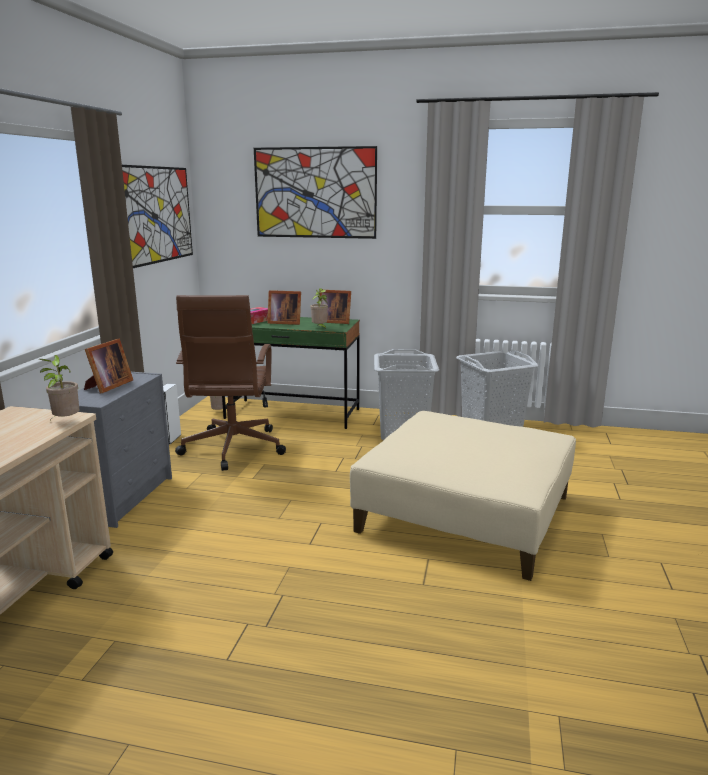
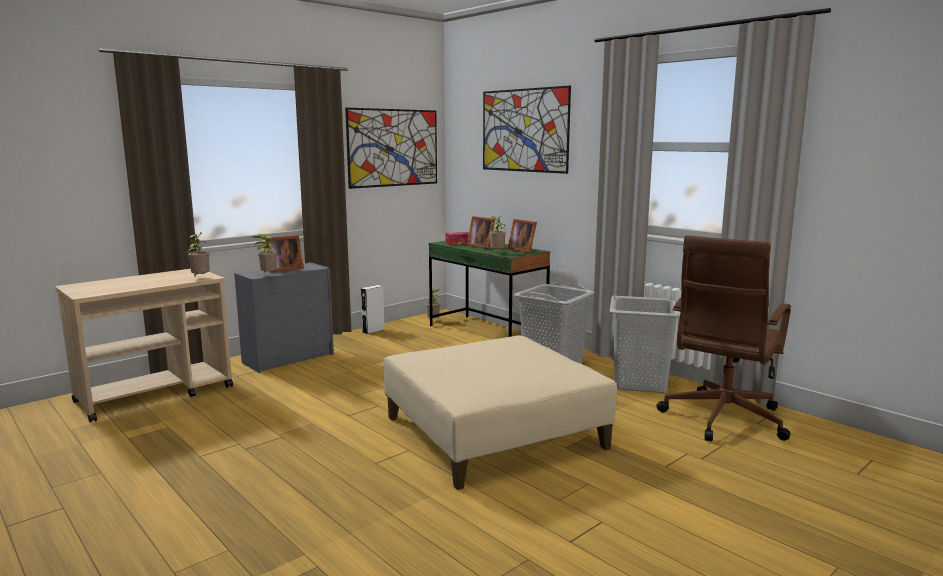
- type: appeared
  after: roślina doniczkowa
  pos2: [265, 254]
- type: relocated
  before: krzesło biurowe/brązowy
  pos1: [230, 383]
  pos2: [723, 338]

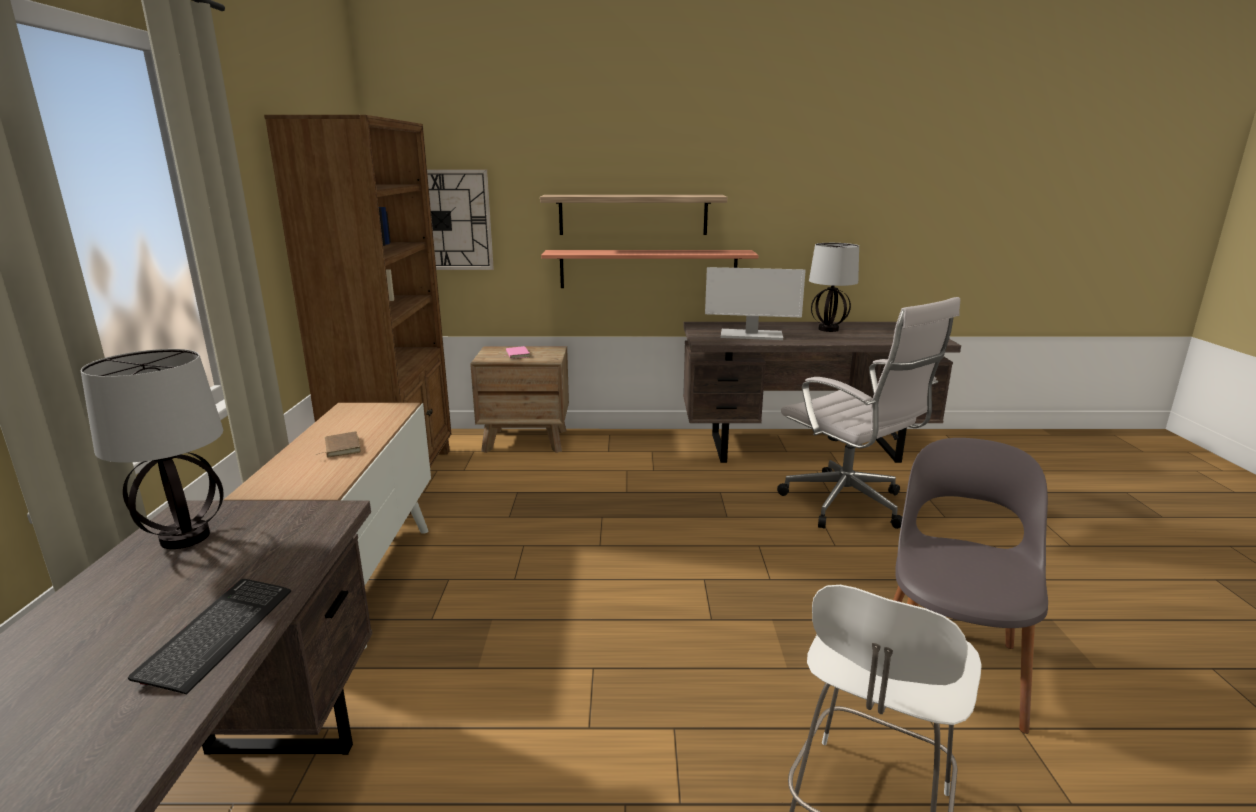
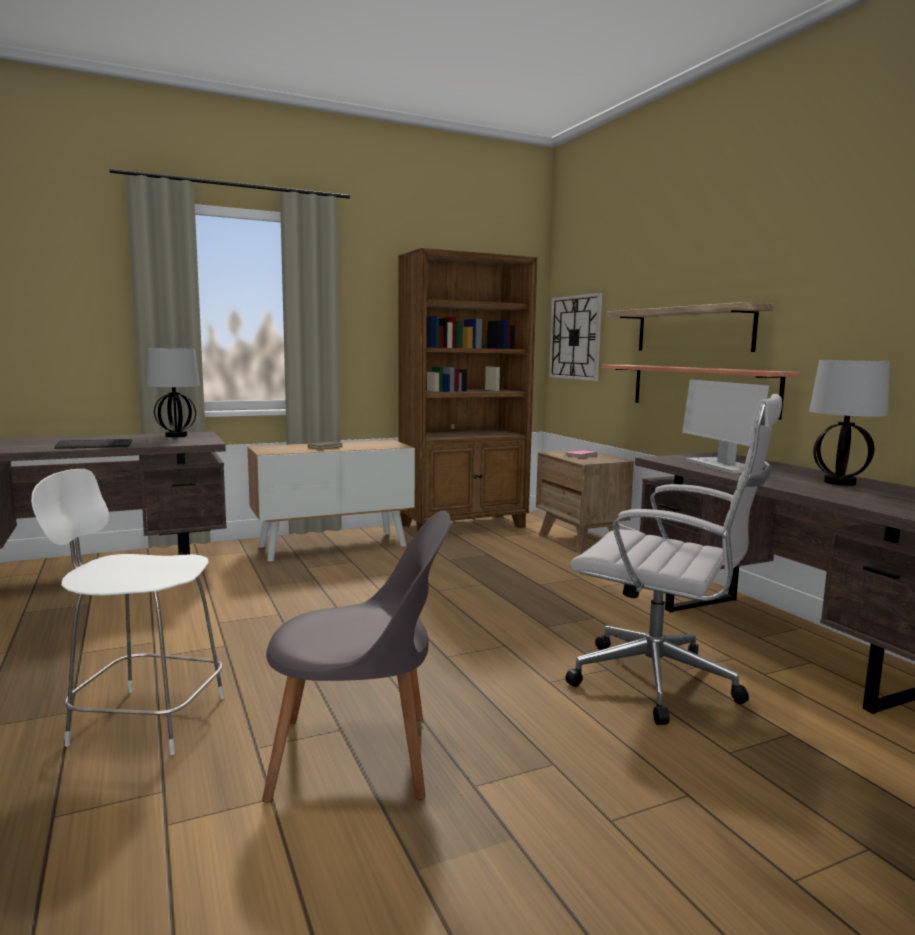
- type: spun
  before: krzesło biurowe/biały
  pos1: [868, 413]
  pos2: [673, 559]
  turn: -90

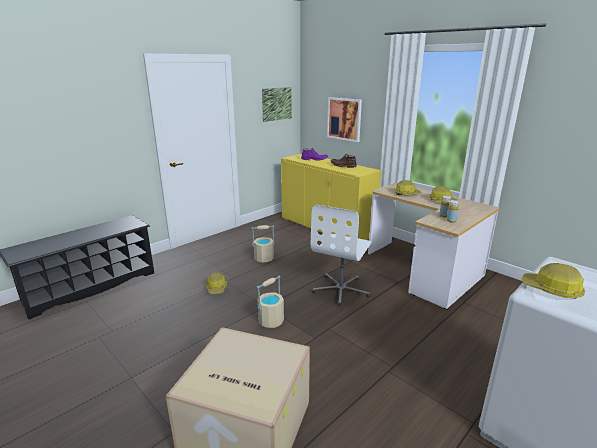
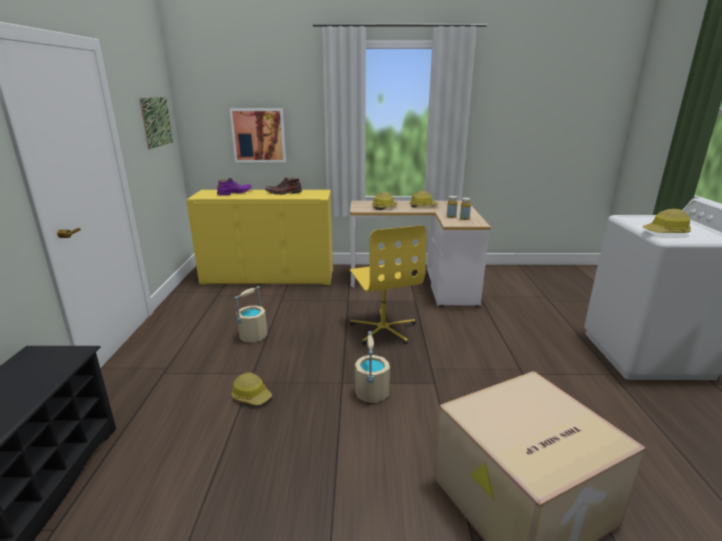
- type: colour
  before: krzesło biurowe/biały
  after: krzesło biurowe/żółty
  pos1: [341, 255]
  pos2: [388, 285]

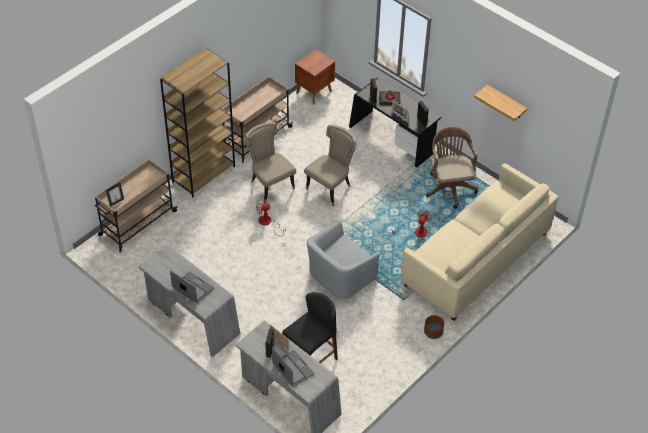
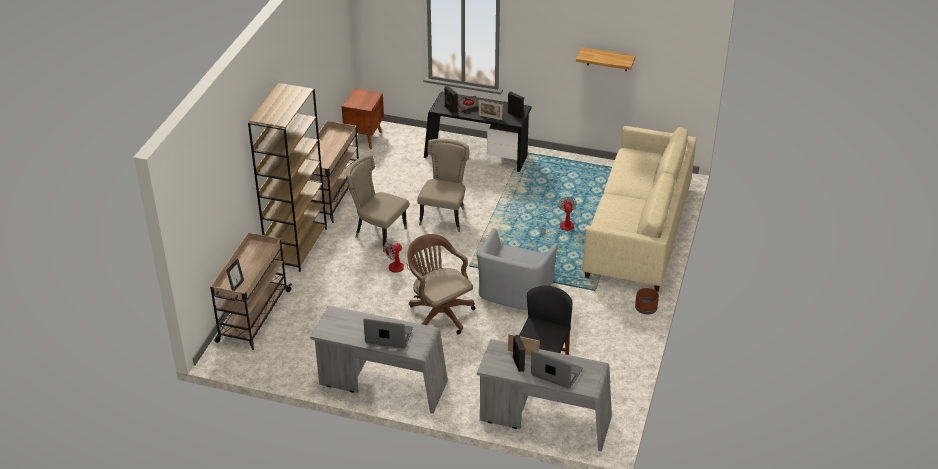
- type: relocated
  before: krzesło biurowe/brązowy
  pos1: [452, 167]
  pos2: [441, 284]

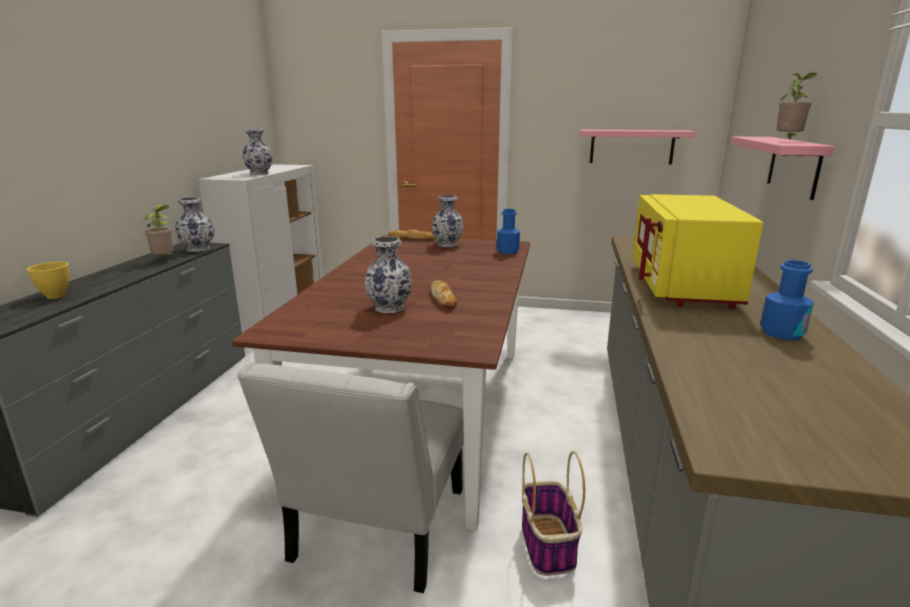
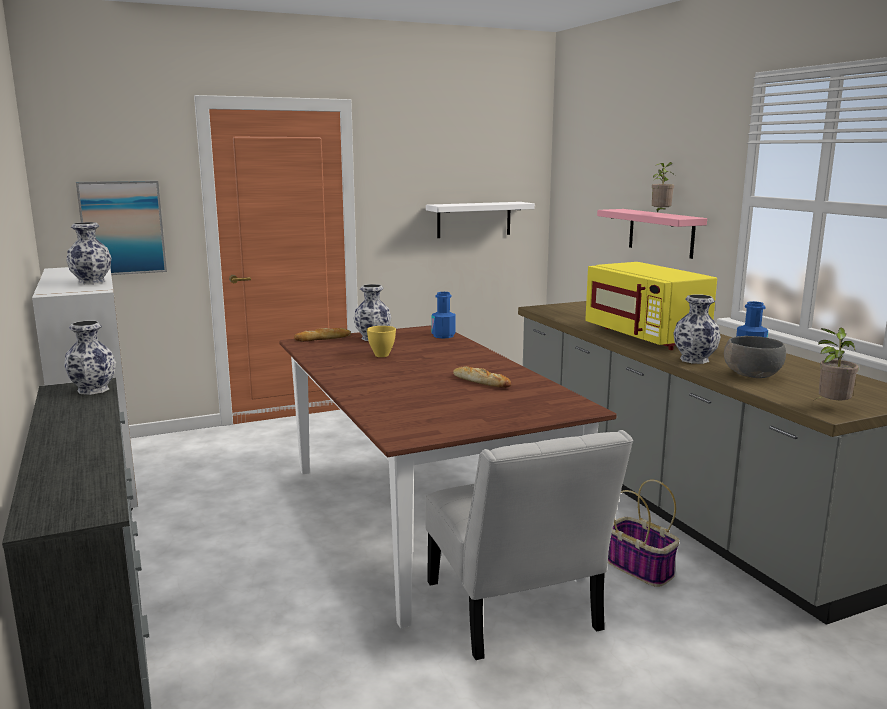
- type: appeared
  after: obraz
  pos2: [121, 228]
- type: relocated
  before: miska/żółty
  pos1: [48, 280]
  pos2: [381, 341]
- type: colour
  before: półka/różowy
  after: półka/biały
  pos1: [638, 147]
  pos2: [480, 220]
- type: relocated
  before: wazon
  pos1: [388, 274]
  pos2: [697, 329]
- type: appeared
  after: miska/szary
  pos2: [755, 357]
- type: relocated
  before: roślina doniczkowa
  pos1: [159, 230]
  pos2: [836, 364]

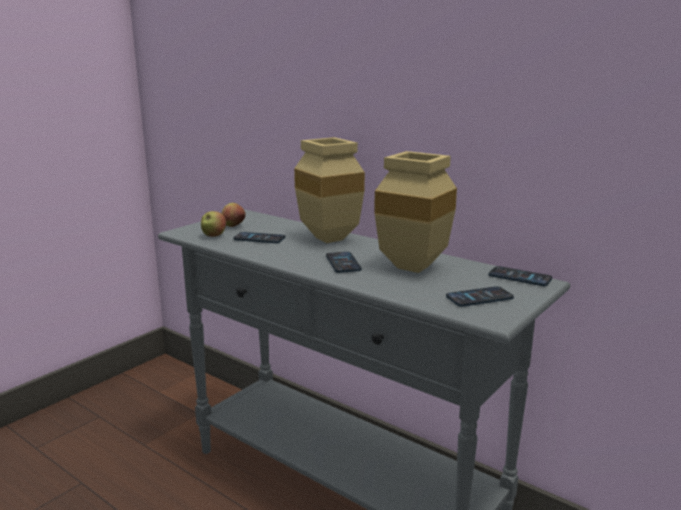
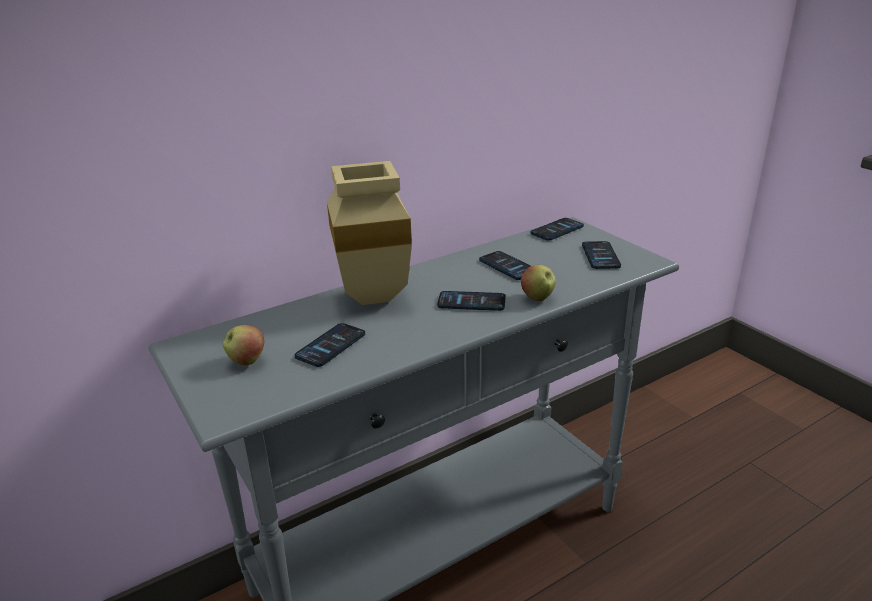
- type: exchanged
  before: wazon/beżowy
  after: telefon
  pos1: [415, 212]
  pos2: [505, 265]
- type: relocated
  before: jabłko
  pos1: [213, 224]
  pos2: [538, 283]

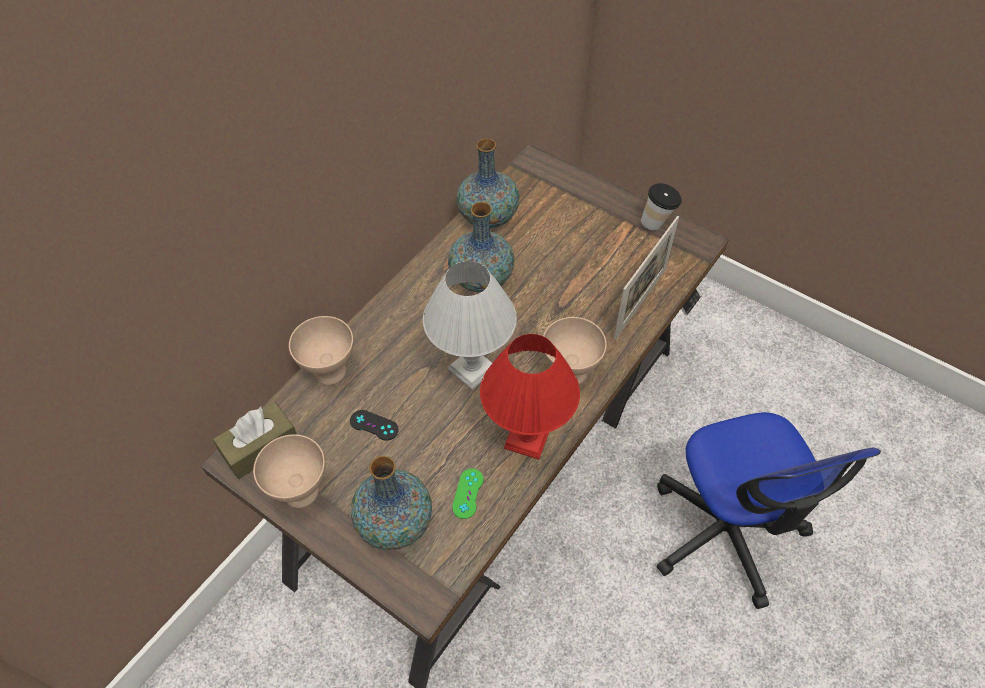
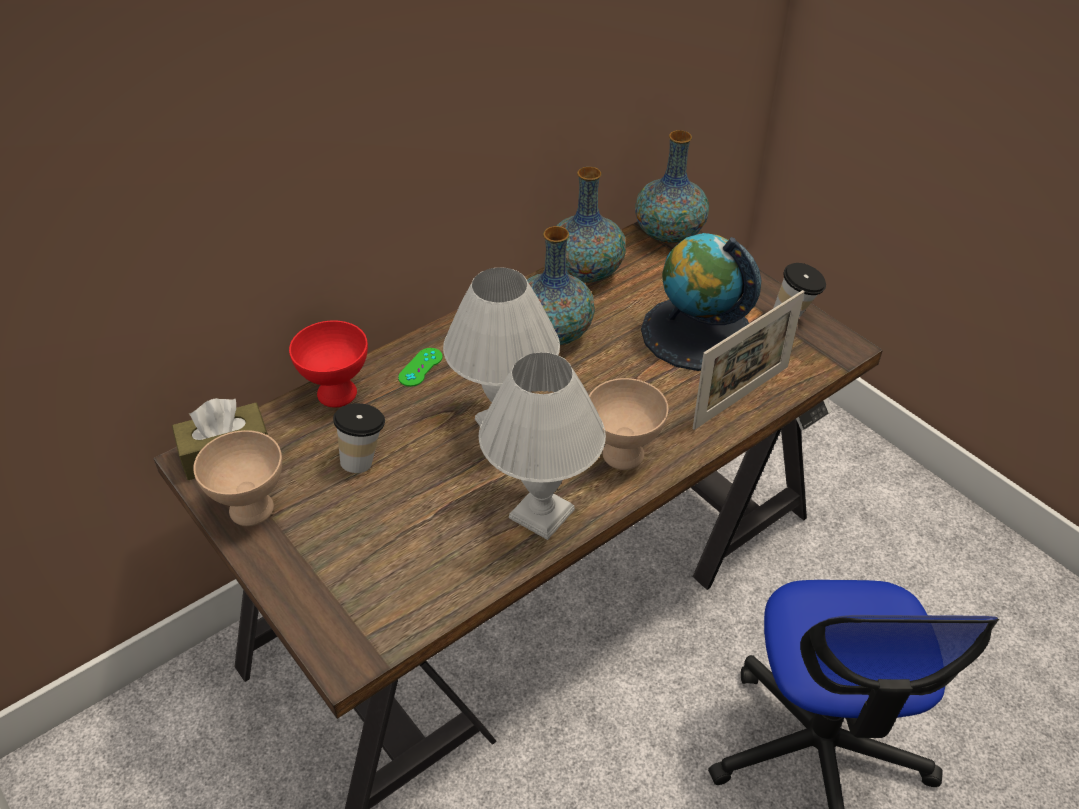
- type: colour
  before: miska/beżowy
  after: miska/czerwony
  pos1: [321, 350]
  pos2: [328, 364]
- type: exchanged
  before: pad do gier/czarny
  after: filiżanka
  pos1: [374, 425]
  pos2: [359, 438]
- type: relocated
  before: pad do gier/zielony
  pos1: [468, 494]
  pos2: [420, 367]
- type: colour
  before: lampa stołowa/czerwony
  after: lampa stołowa/biały
  pos1: [530, 397]
  pos2: [542, 446]
- type: relocated
  before: wazon
  pos1: [391, 503]
  pos2: [672, 187]
- type: appeared
  after: globus
  pos2: [701, 302]

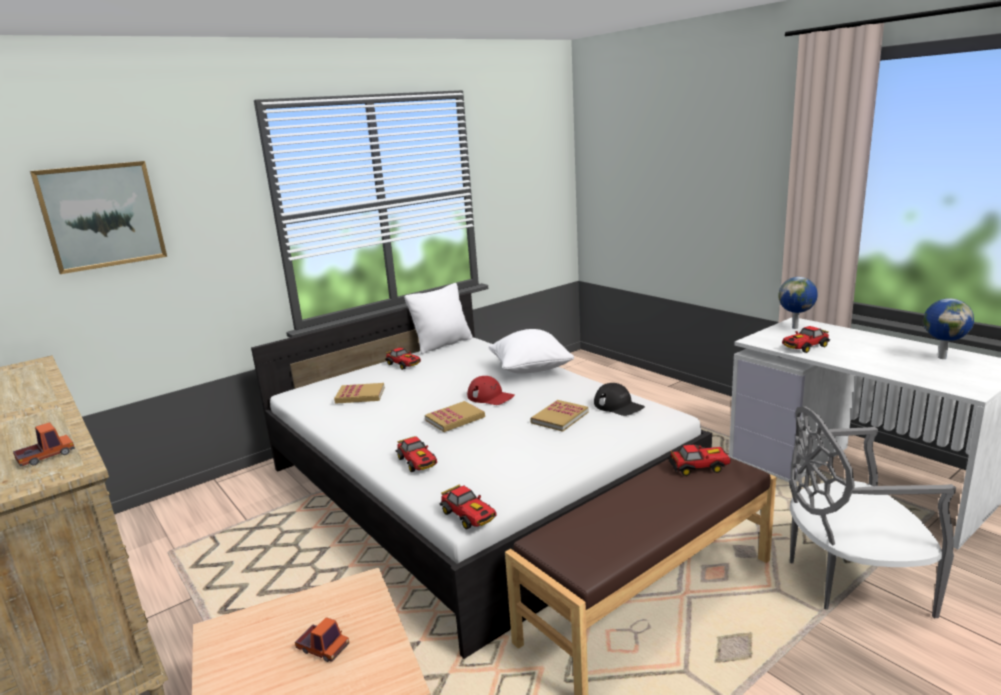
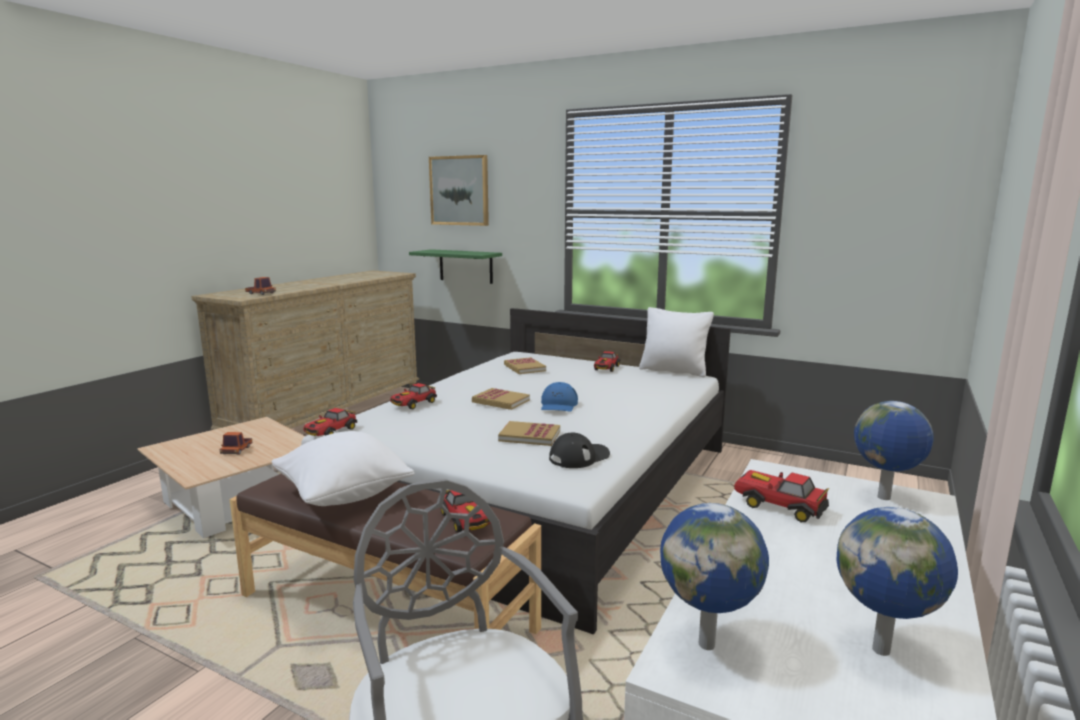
- type: relocated
  before: poduszka/biały
  pos1: [531, 351]
  pos2: [343, 468]
- type: appeared
  after: półka/zielony
  pos2: [455, 266]
- type: colour
  before: czapka z daszkiem/czerwony
  after: czapka z daszkiem/niebieski
  pos1: [491, 390]
  pos2: [559, 397]
- type: spun
  before: czapka z daszkiem/czarny
  pos1: [619, 399]
  pos2: [579, 450]
  turn: -150
- type: appeared
  after: globus
  pos2: [714, 576]

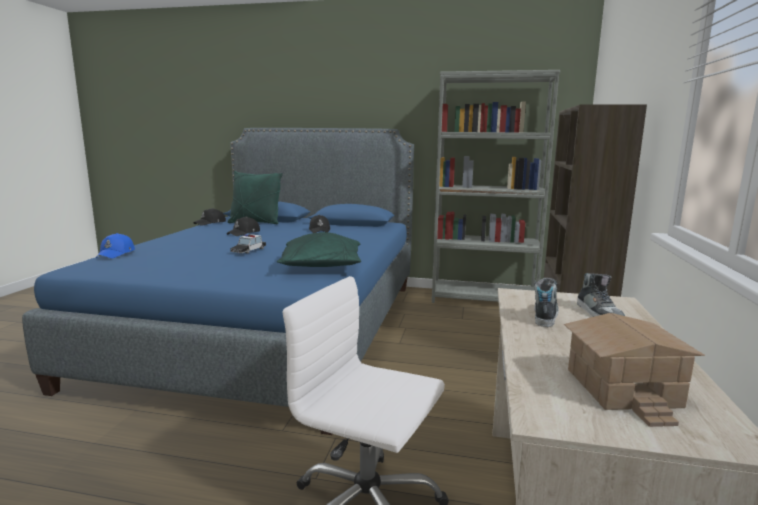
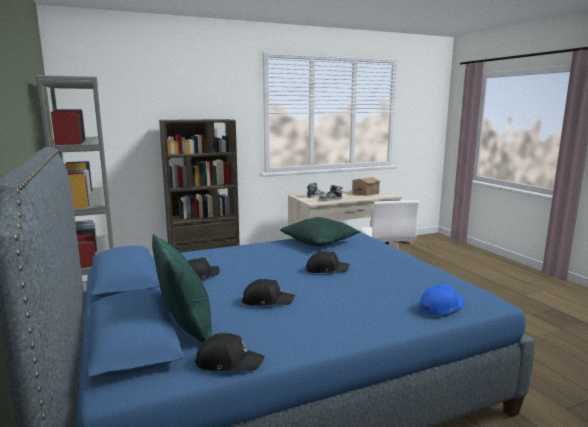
- type: exchanged
  before: samochodzik
  after: czapka z daszkiem/czarny
  pos1: [248, 243]
  pos2: [327, 262]

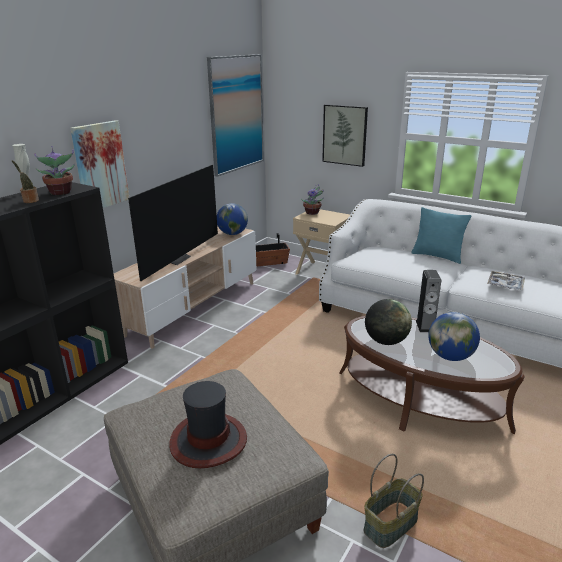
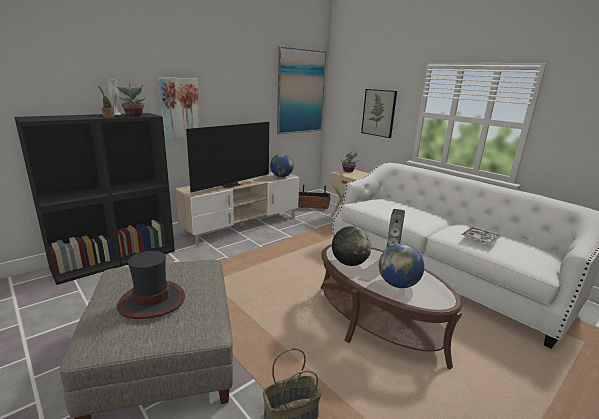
- type: missing
  before: poduszka/turkusowy
  pos1: [441, 235]

